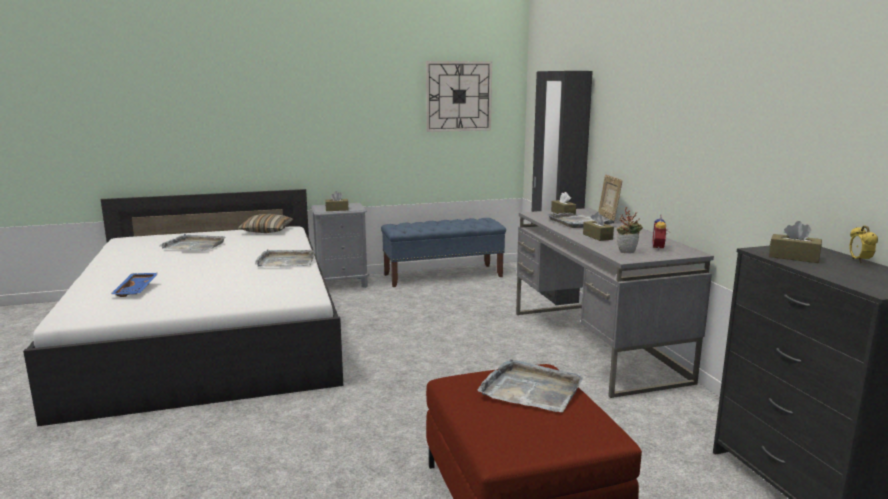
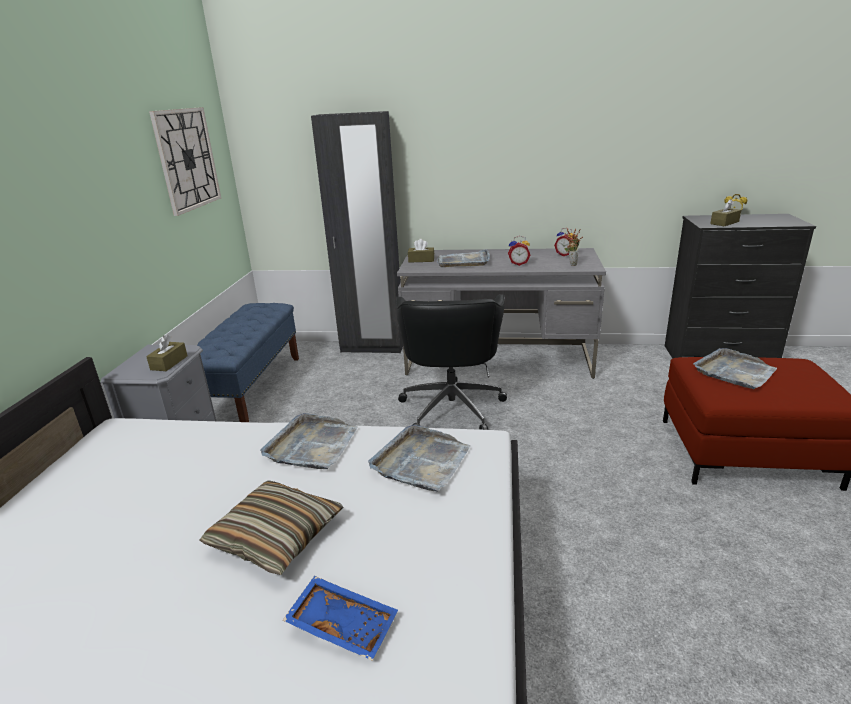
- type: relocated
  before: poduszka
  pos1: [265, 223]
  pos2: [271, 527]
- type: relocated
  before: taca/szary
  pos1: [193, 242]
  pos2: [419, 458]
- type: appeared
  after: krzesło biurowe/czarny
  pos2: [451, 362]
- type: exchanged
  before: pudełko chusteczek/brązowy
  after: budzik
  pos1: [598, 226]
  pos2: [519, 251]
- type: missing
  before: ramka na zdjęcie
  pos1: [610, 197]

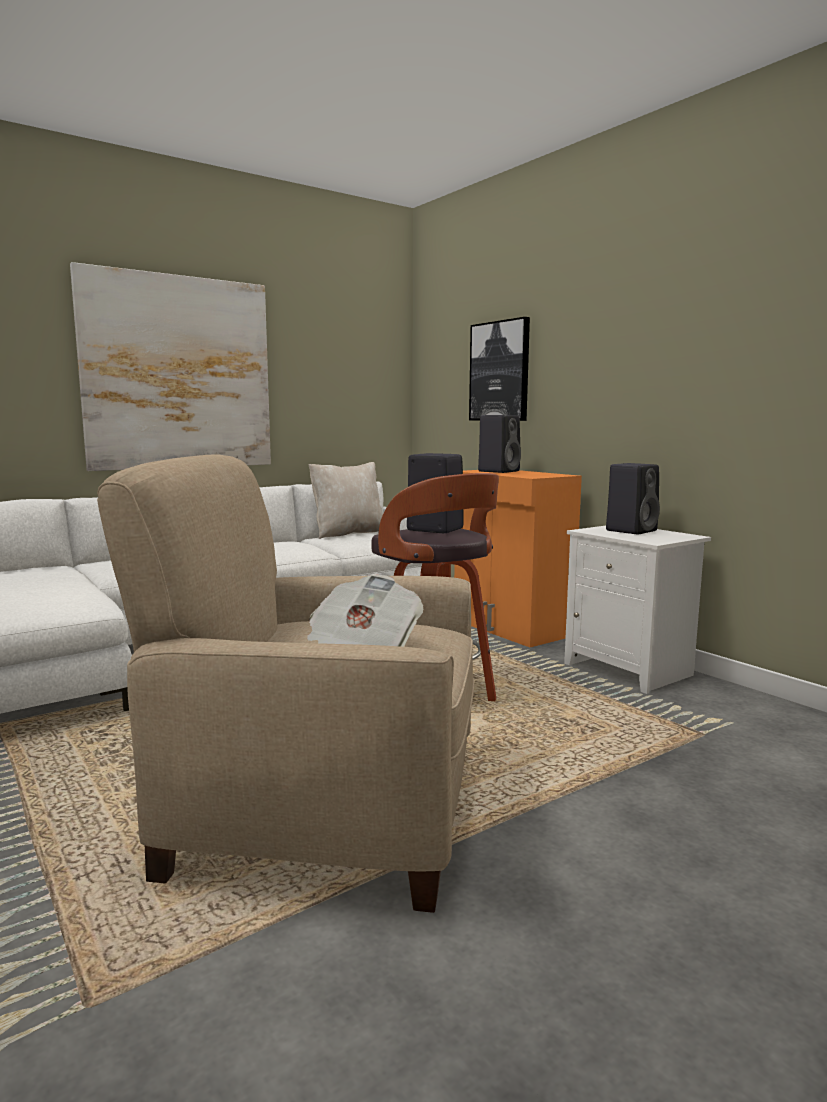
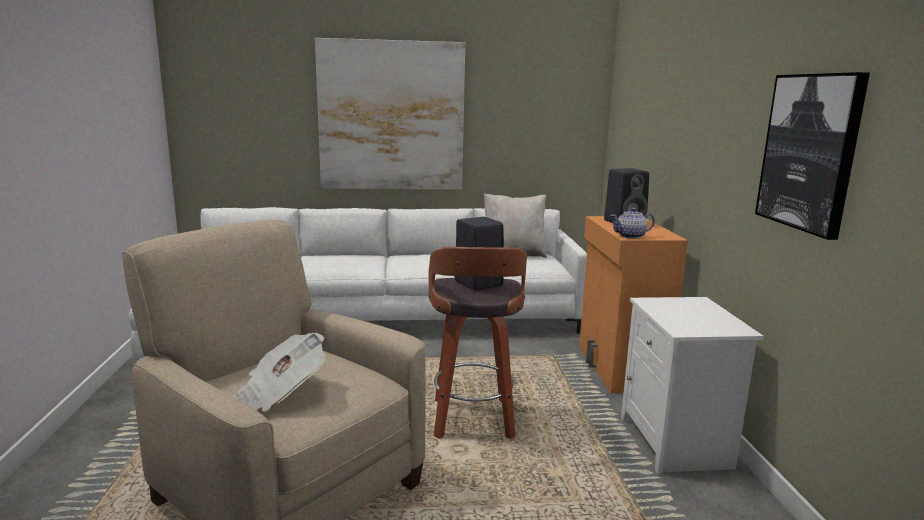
- type: appeared
  after: imbryk
  pos2: [632, 223]
- type: relocated
  before: obraz
  pos1: [499, 369]
  pos2: [812, 156]
- type: missing
  before: głośnik/czarny
  pos1: [633, 498]

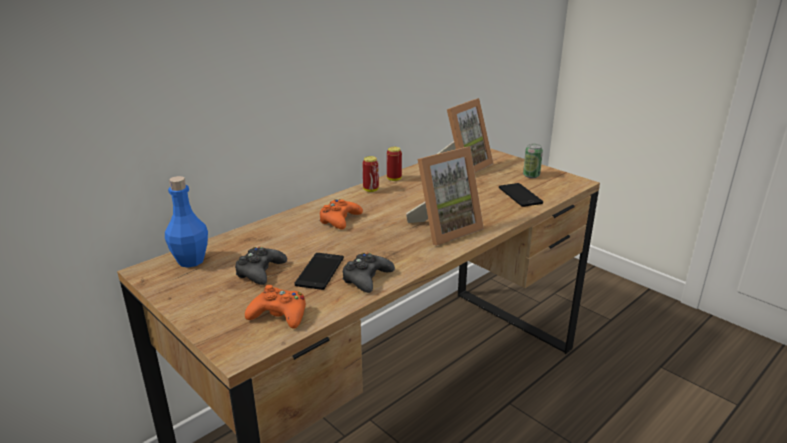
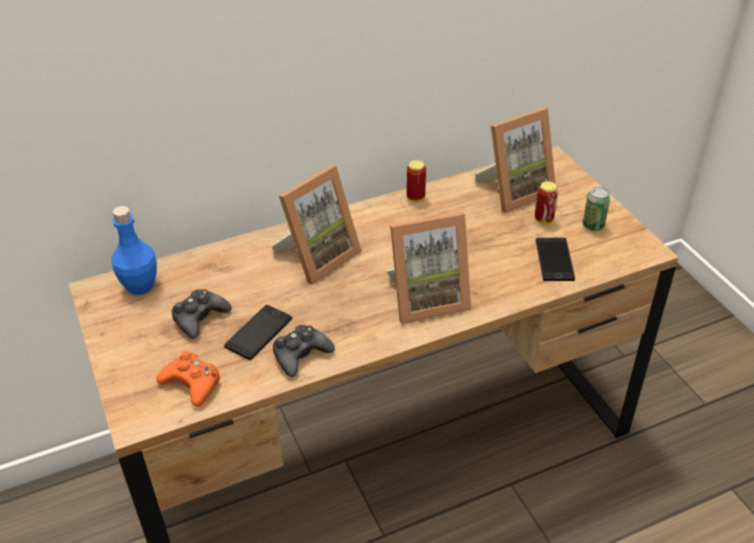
- type: exchanged
  before: pad do gier/pomarańczowy
  after: ramka na zdjęcie
  pos1: [341, 214]
  pos2: [316, 225]
- type: relocated
  before: puszka
  pos1: [370, 174]
  pos2: [546, 202]

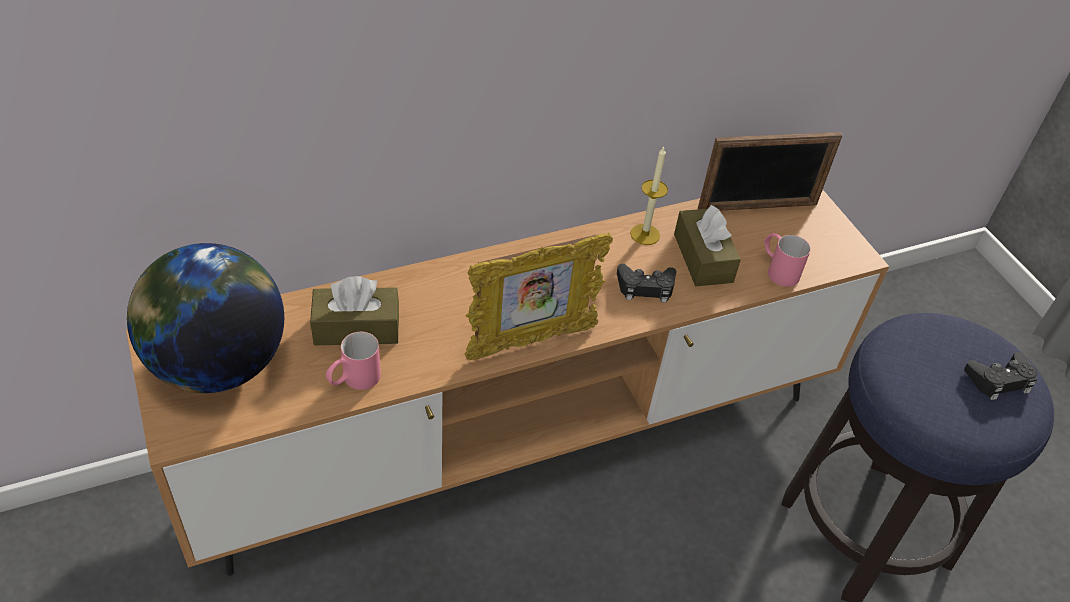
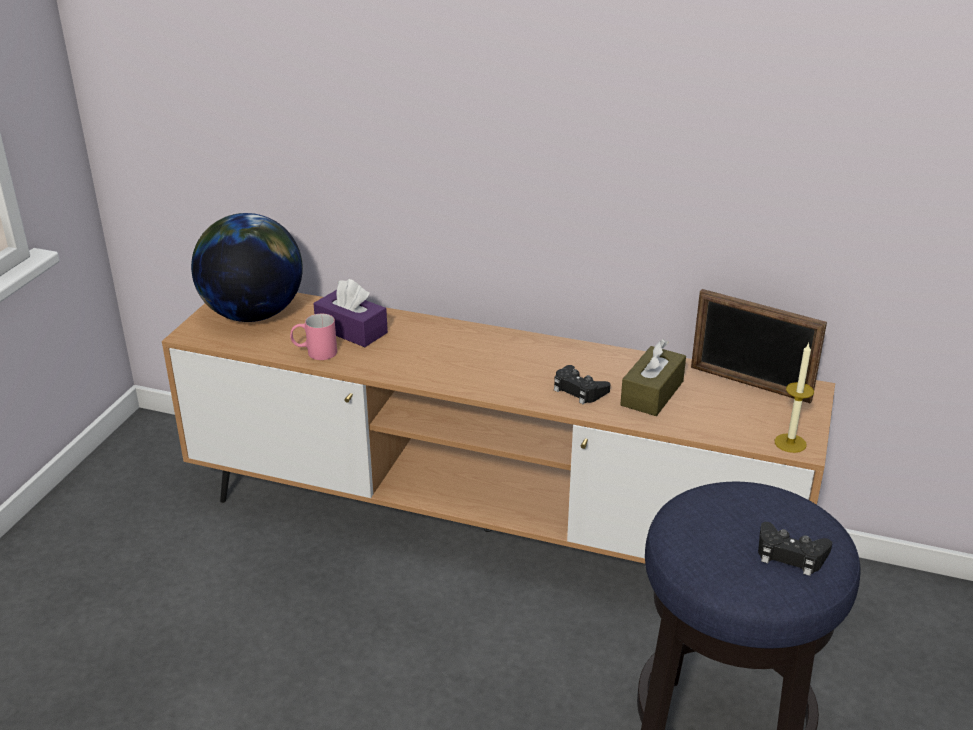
- type: colour
  before: pudełko chusteczek/brązowy
  after: pudełko chusteczek/fioletowy
  pos1: [354, 310]
  pos2: [350, 313]
- type: relocated
  before: świeca
  pos1: [649, 195]
  pos2: [794, 398]
- type: missing
  before: ramka na zdjęcie
  pos1: [539, 297]
- type: missing
  before: kubek/różowy
  pos1: [787, 260]

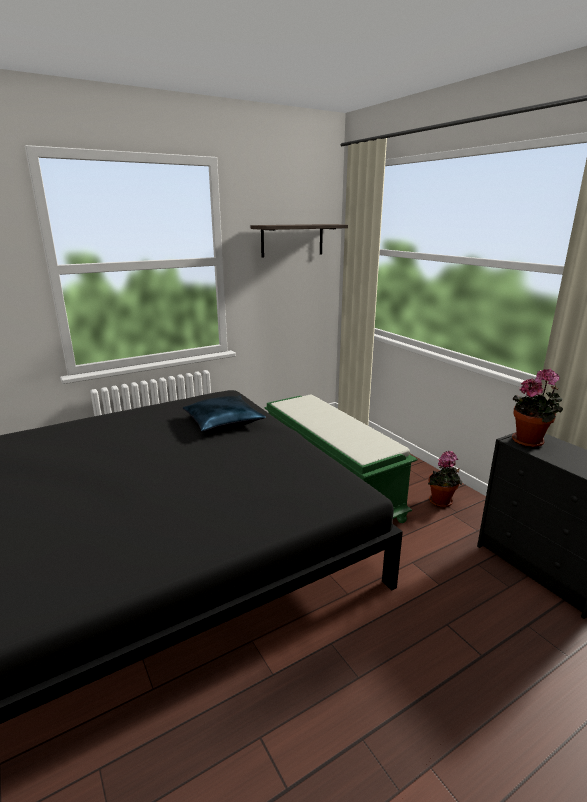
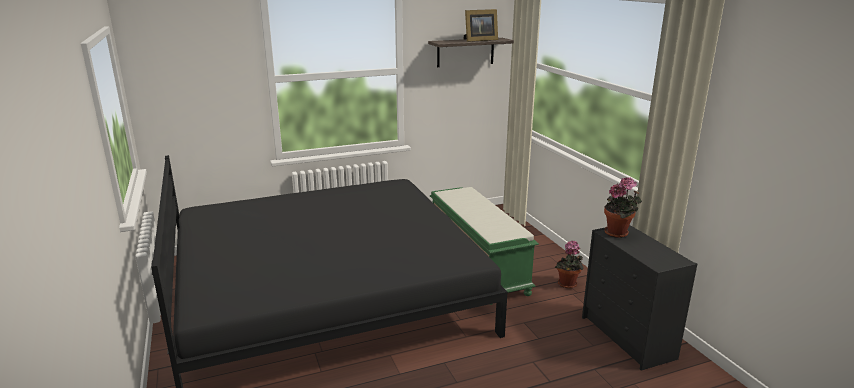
- type: appeared
  after: ramka na zdjęcie
  pos2: [481, 25]
- type: missing
  before: poduszka/niebieski
  pos1: [224, 413]

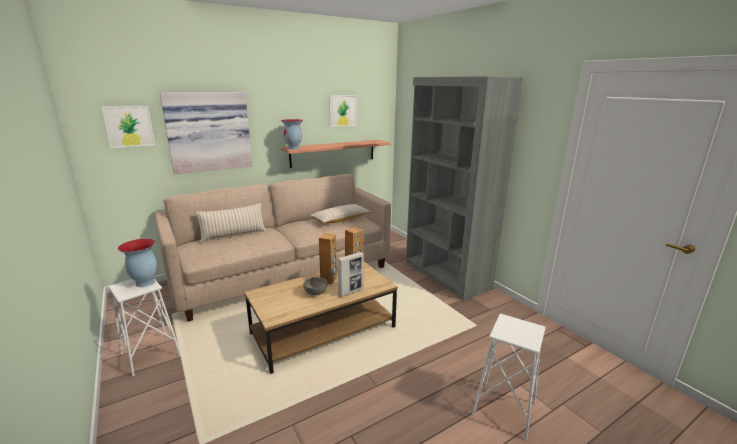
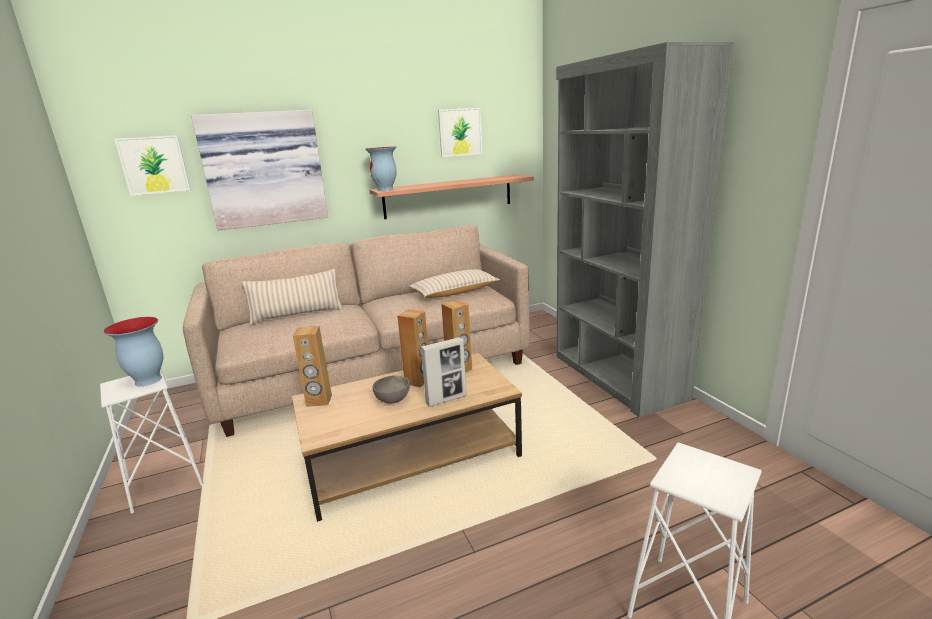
- type: appeared
  after: głośnik/brązowy
  pos2: [312, 366]

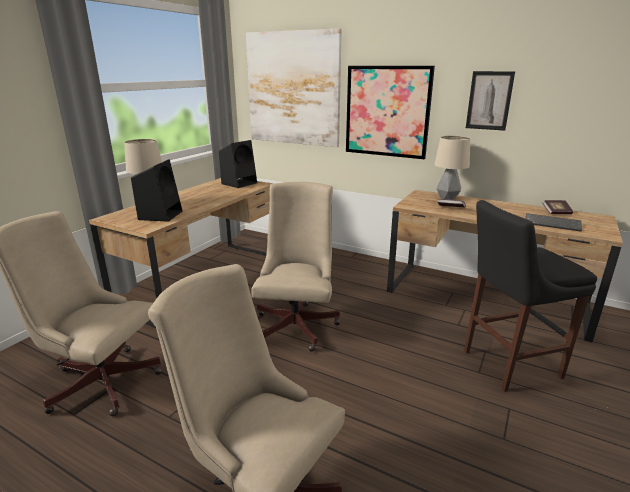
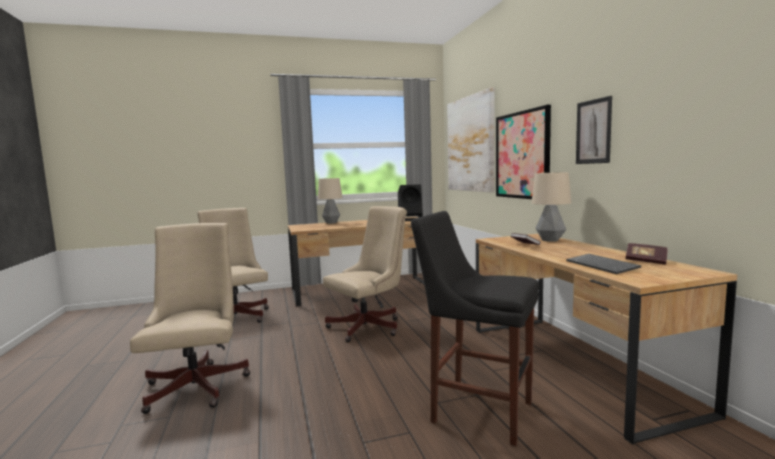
- type: missing
  before: głośnik/czarny
  pos1: [156, 190]

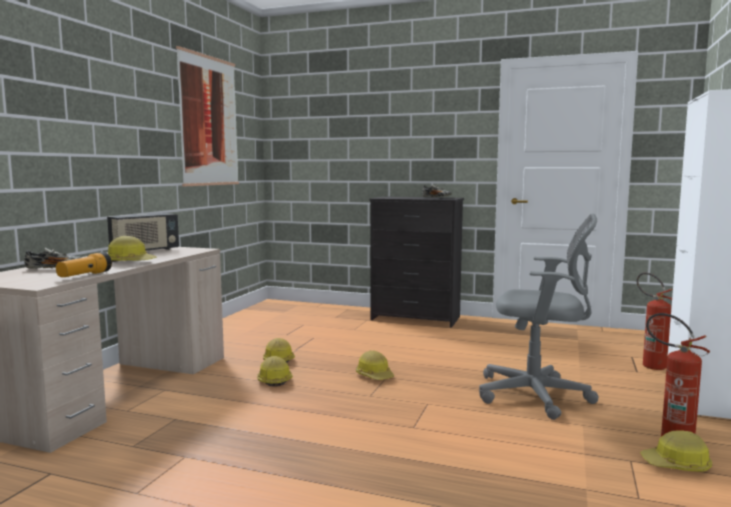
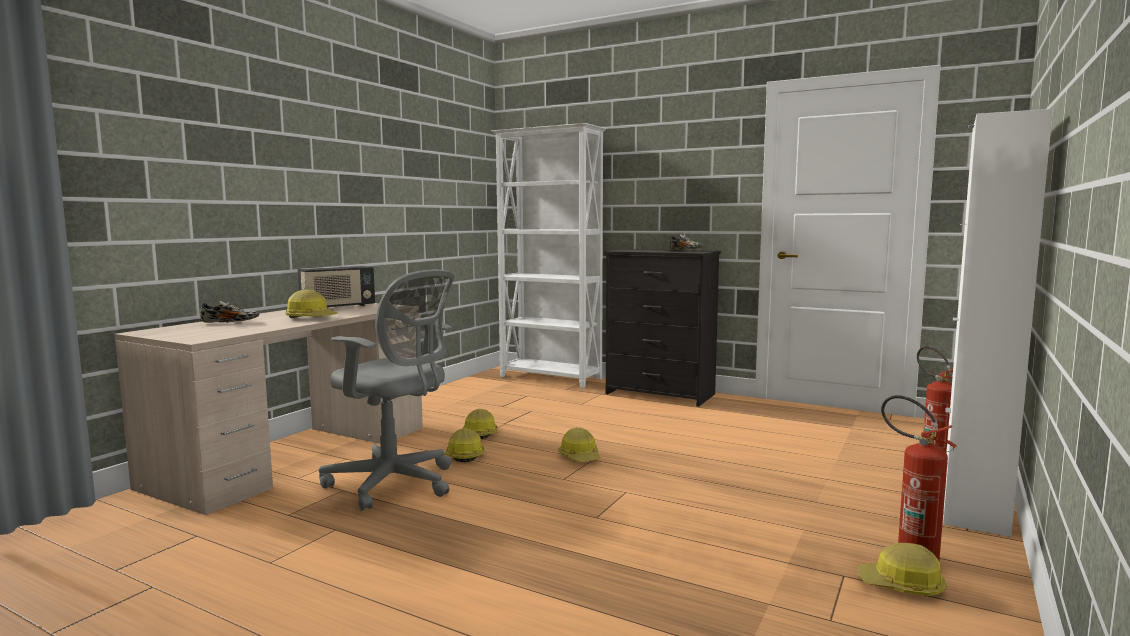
- type: relocated
  before: krzesło biurowe/szary
  pos1: [539, 316]
  pos2: [387, 390]
- type: appeared
  after: regał/biały
  pos2: [549, 255]
- type: missing
  before: latarka
  pos1: [84, 264]
- type: missing
  before: obraz
  pos1: [207, 116]

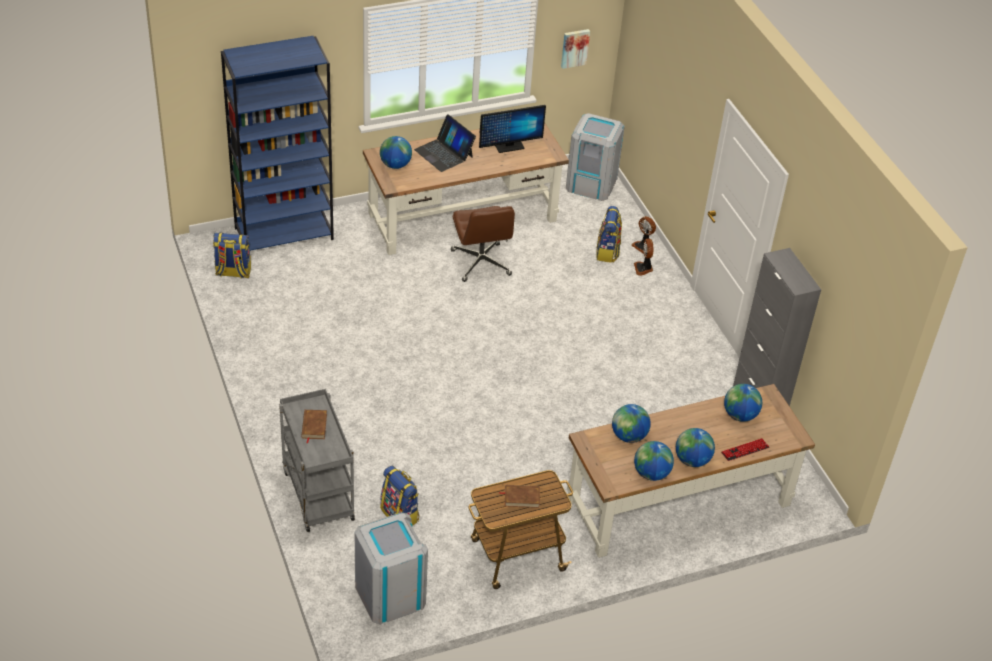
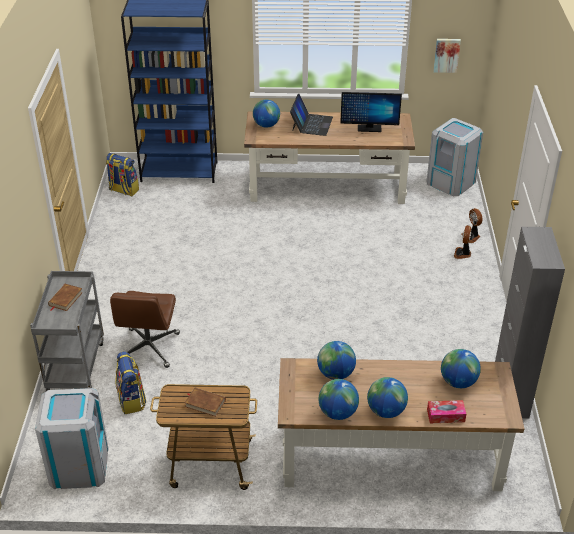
- type: relocated
  before: krzesło biurowe/brązowy
  pos1: [483, 244]
  pos2: [145, 329]
- type: spun
  before: laptop
  pos1: [445, 143]
  pos2: [311, 115]
  turn: -150
- type: exchanged
  before: klawiatura
  after: pudełko chusteczek
  pos1: [745, 449]
  pos2: [446, 411]
- type: missing
  before: plecak
  pos1: [609, 234]

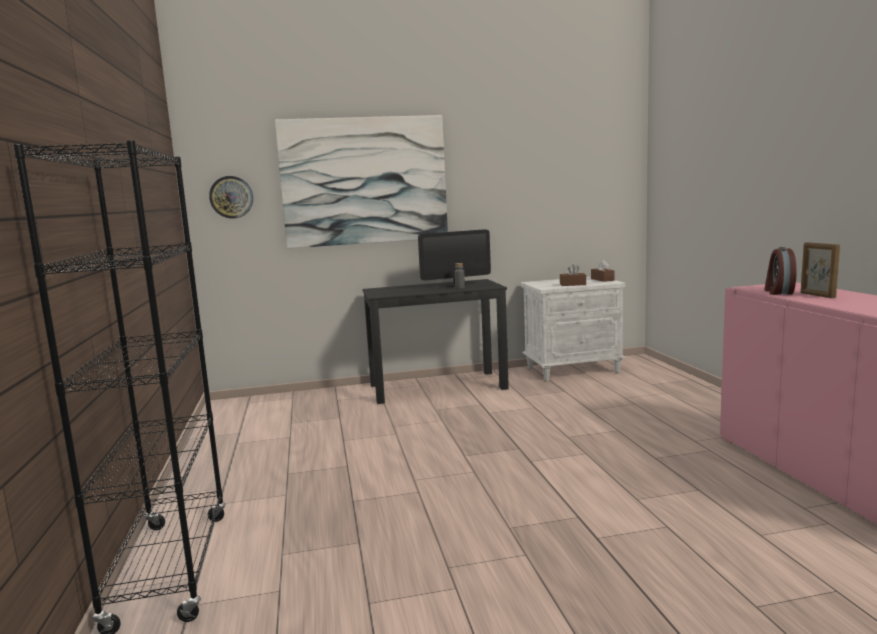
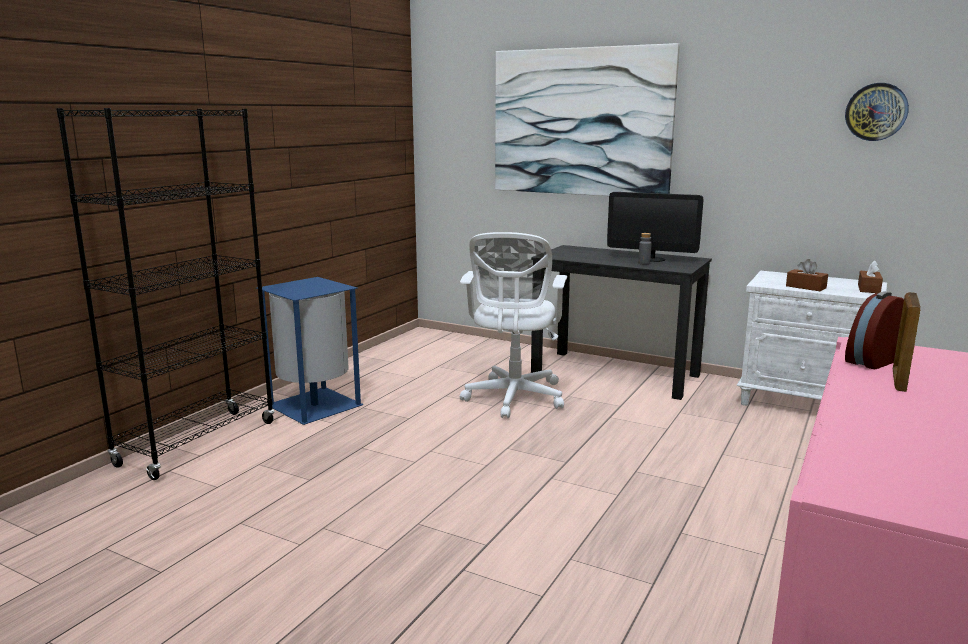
- type: appeared
  after: kosz na śmieci/niebieski
  pos2: [310, 351]
- type: appeared
  after: krzesło biurowe/biały
  pos2: [513, 325]
- type: relocated
  before: zegar ścienny
  pos1: [231, 197]
  pos2: [877, 112]

